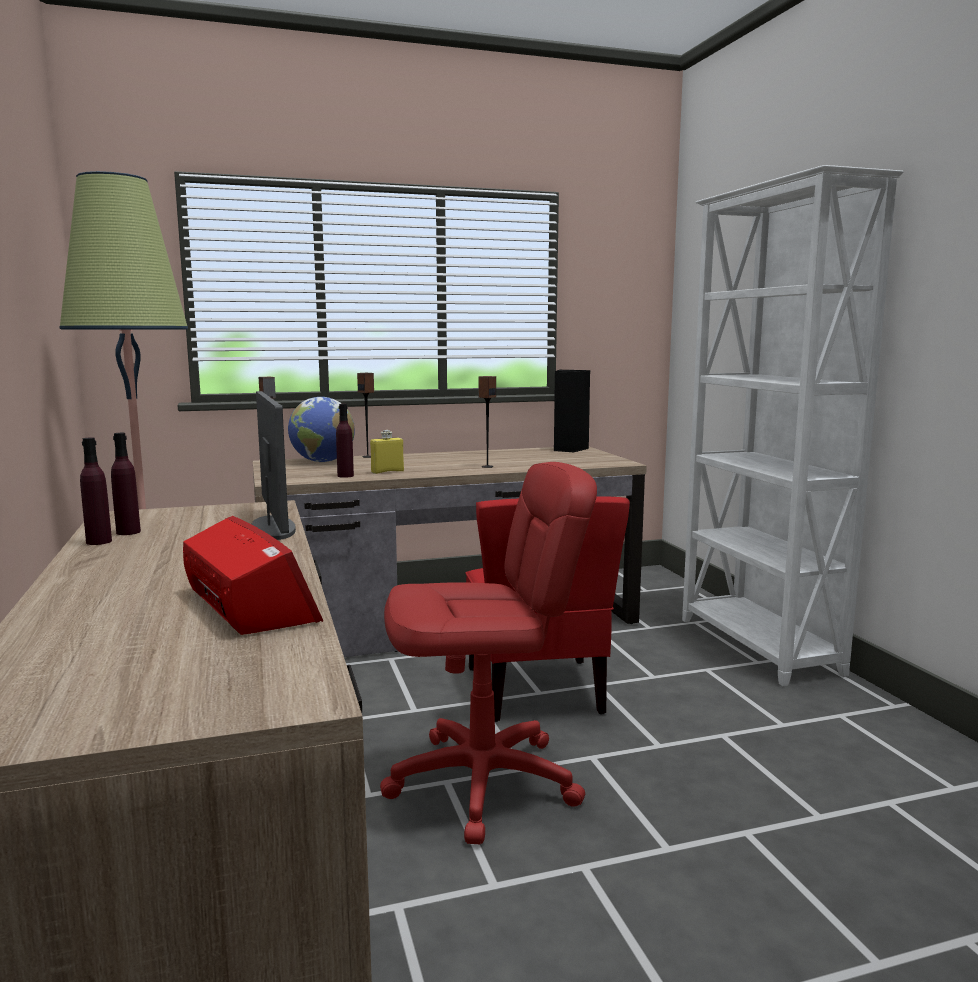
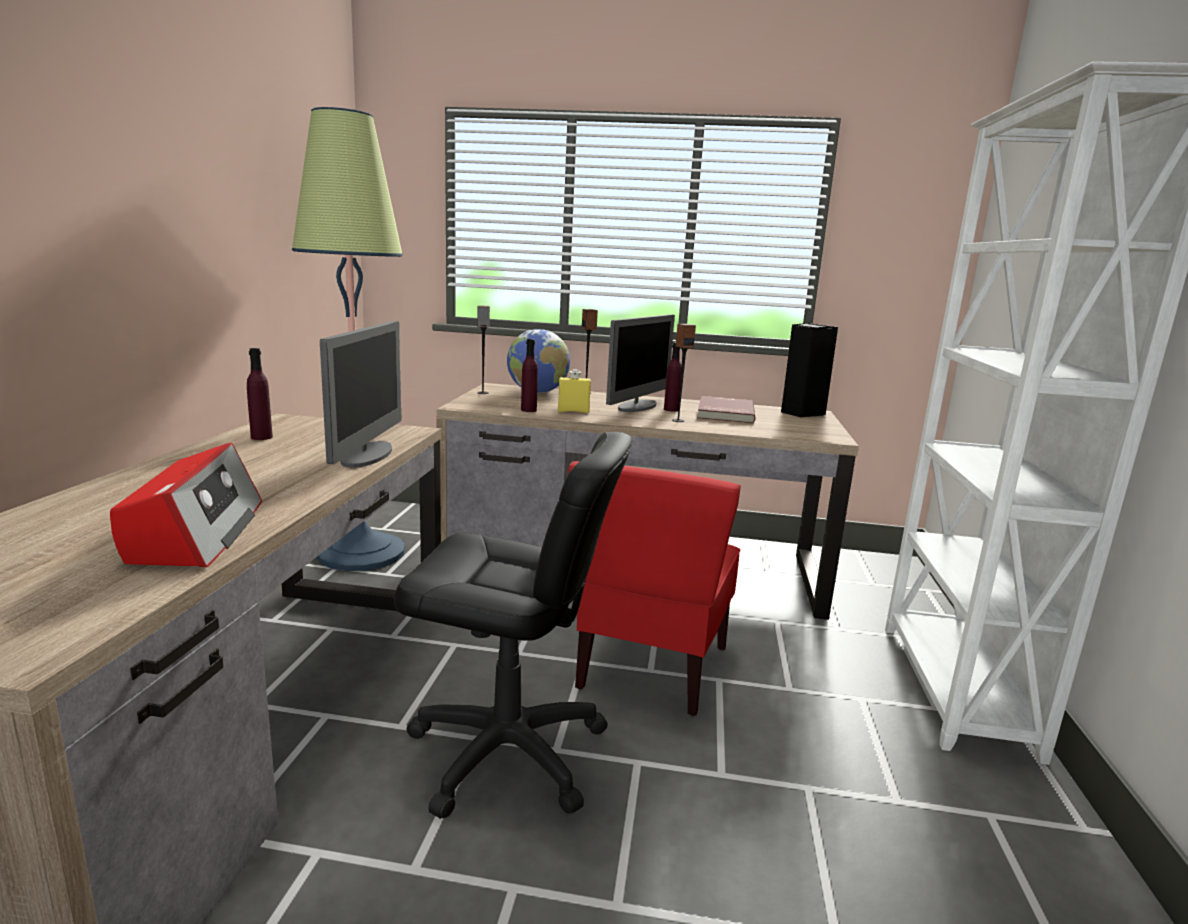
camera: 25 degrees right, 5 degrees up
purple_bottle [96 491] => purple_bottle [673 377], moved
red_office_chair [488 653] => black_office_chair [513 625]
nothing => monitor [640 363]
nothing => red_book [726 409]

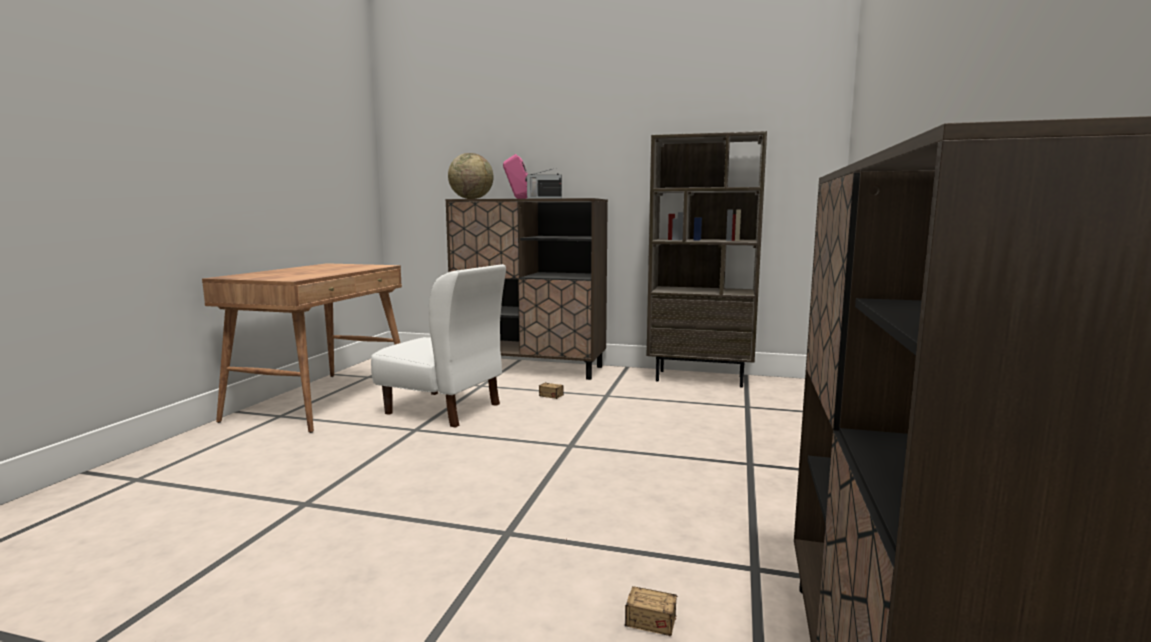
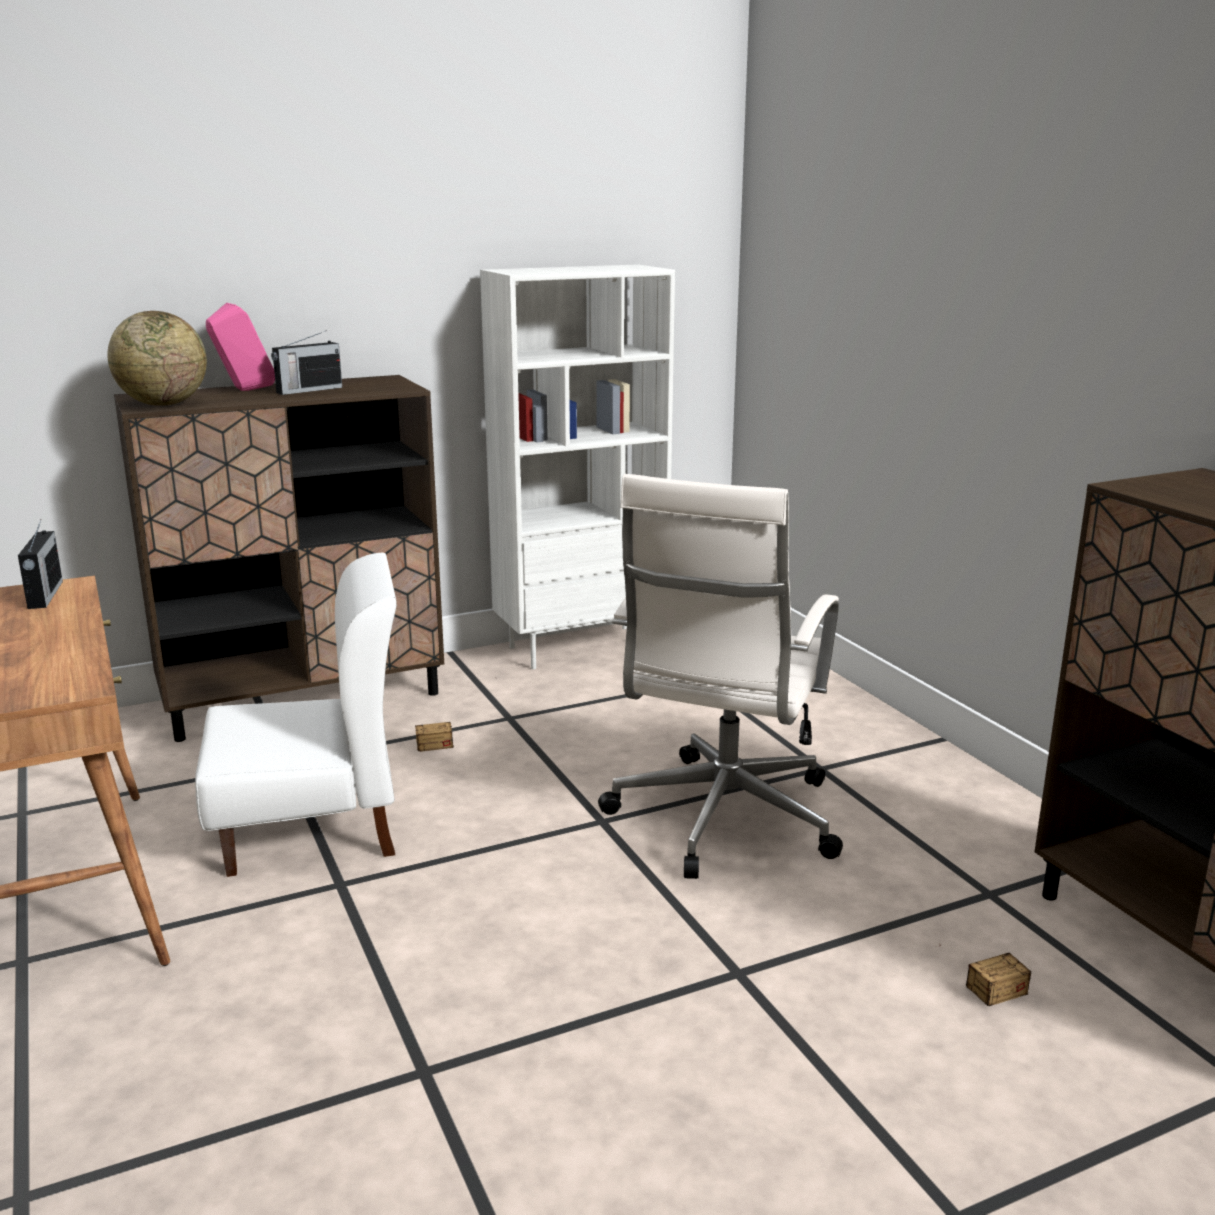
camera: 40 degrees left, 10 degrees up
brown_bookcase [707 259] => white_bookcase [577 466]
nothing => radio [40 564]
nothing => white_office_chair [720 676]

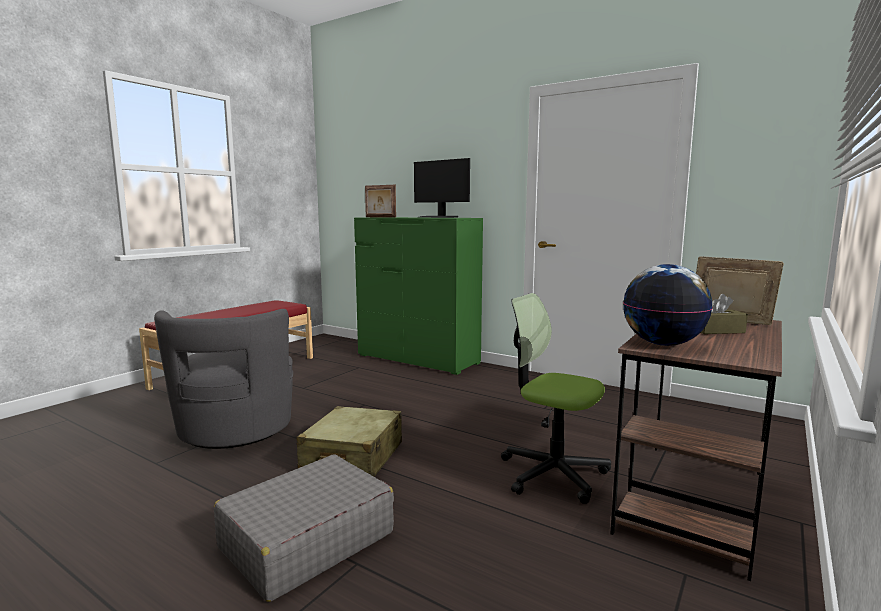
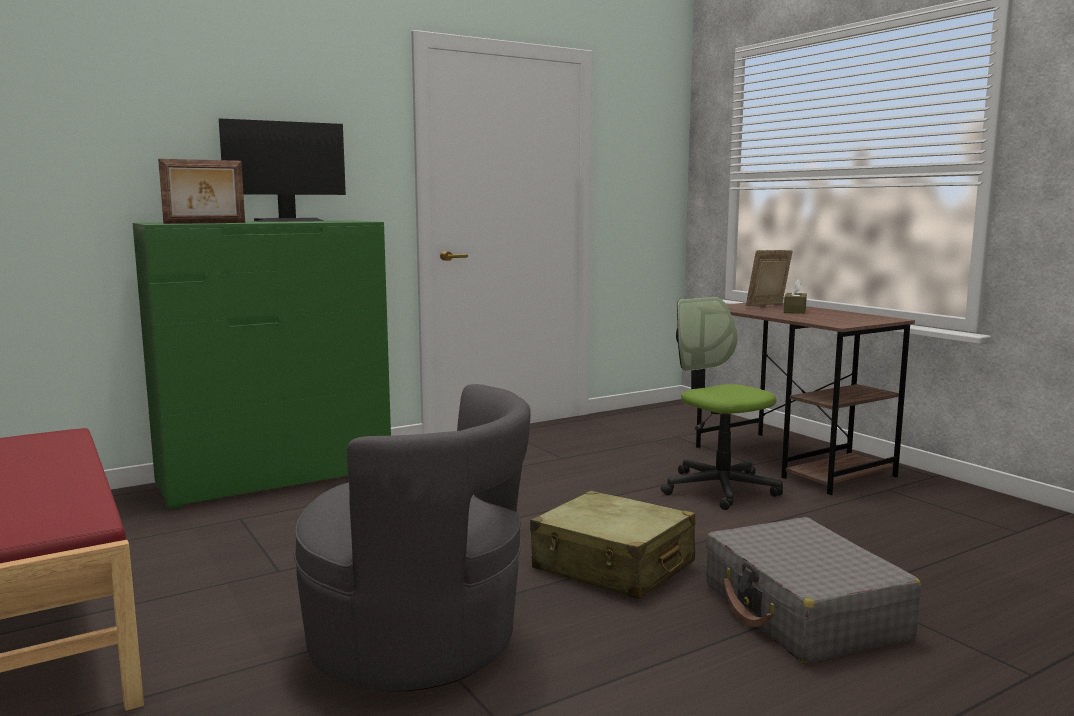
camera: 65 degrees left, 0 degrees up
office_chair [556 398] => office_chair [722 403], 90 degrees clockwise
globe [668 305] => nothing

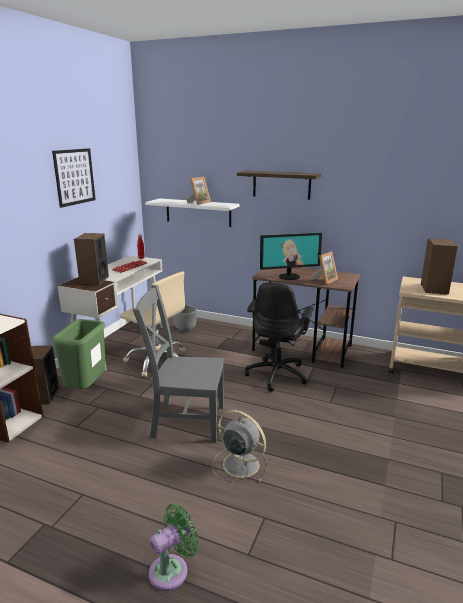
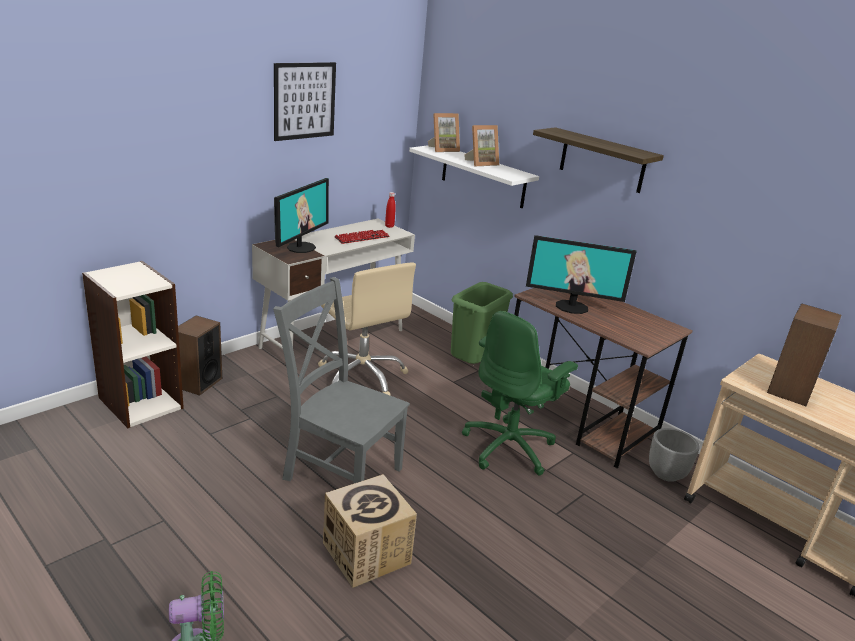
camera: 20 degrees right, 5 degrees up
green_trash_can [78 354] => green_trash_can [482 323], moved
speaker [91 259] => monitor [301 215]
grey_planter [185 318] => grey_planter [674 455], moved
grey_fan [240 446] => cardboard_box [370 531]
black_office_chair [279 337] => green_office_chair [520 393]
picture_frame [324 267] => picture_frame [444 132], moved

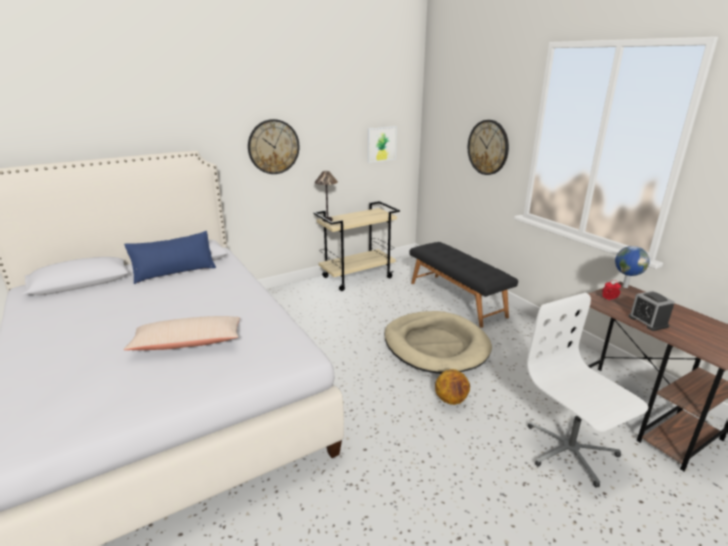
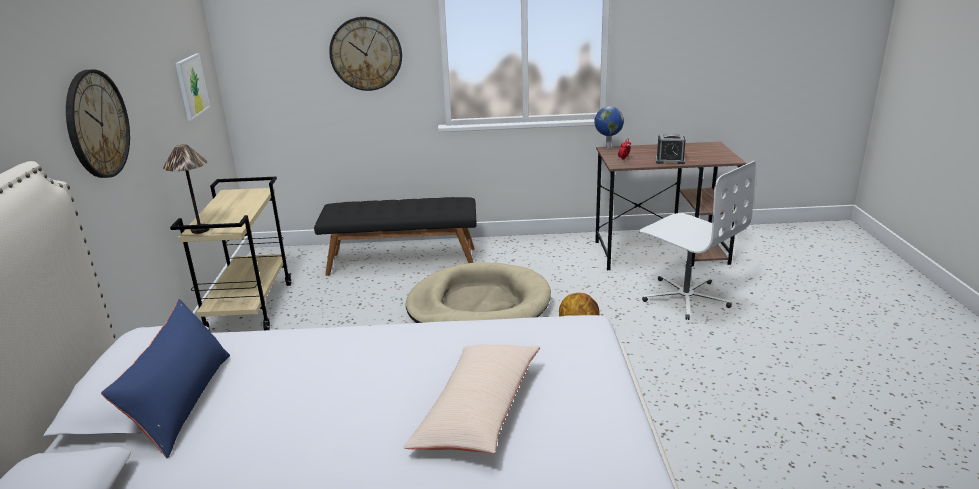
camera: 60 degrees left, 0 degrees up
white_office_chair [587 390] => white_office_chair [697 240], 135 degrees counterclockwise

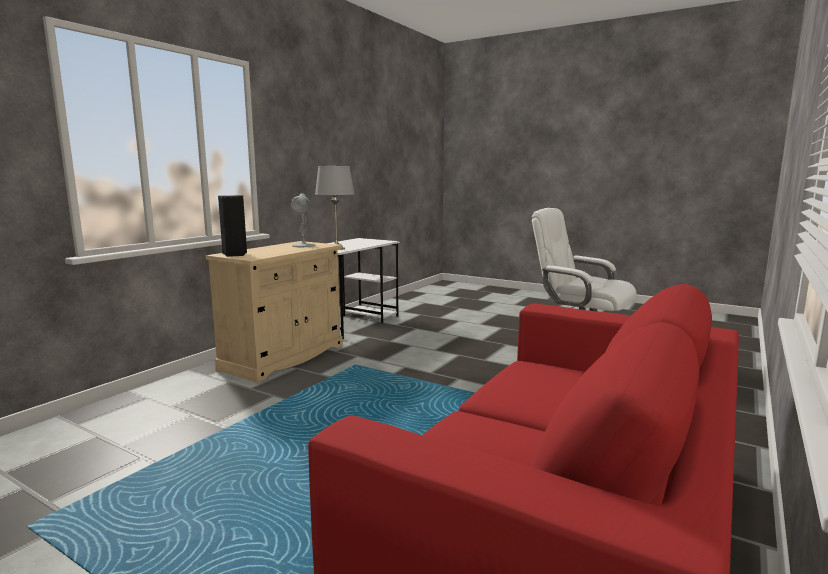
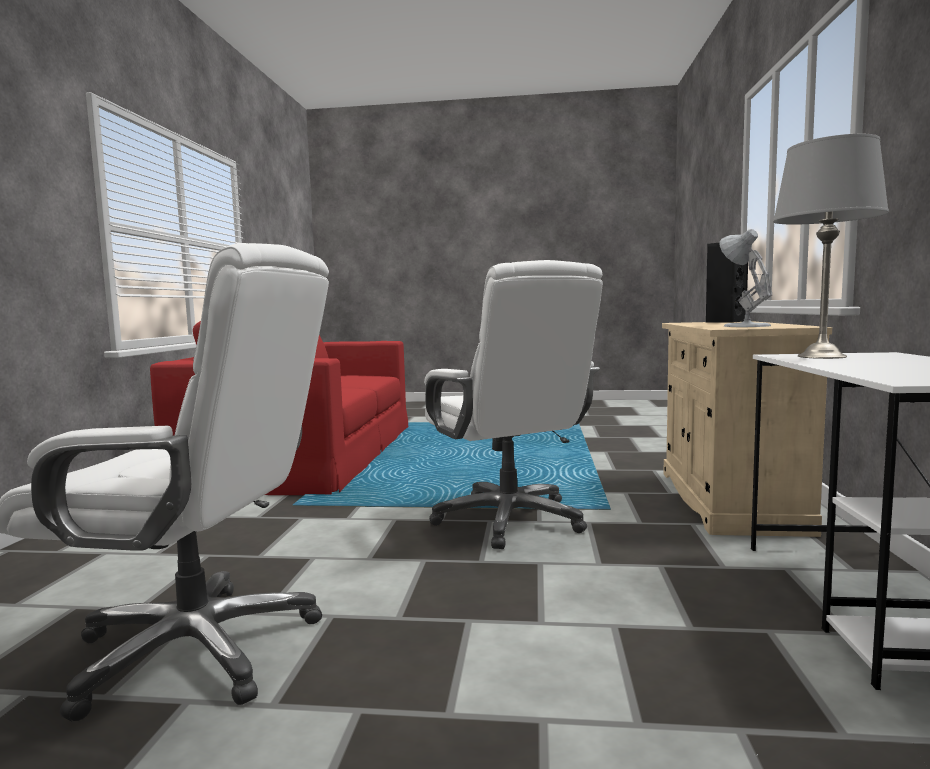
camera: 155 degrees right, 5 degrees down
nothing => white_office_chair [513 404]

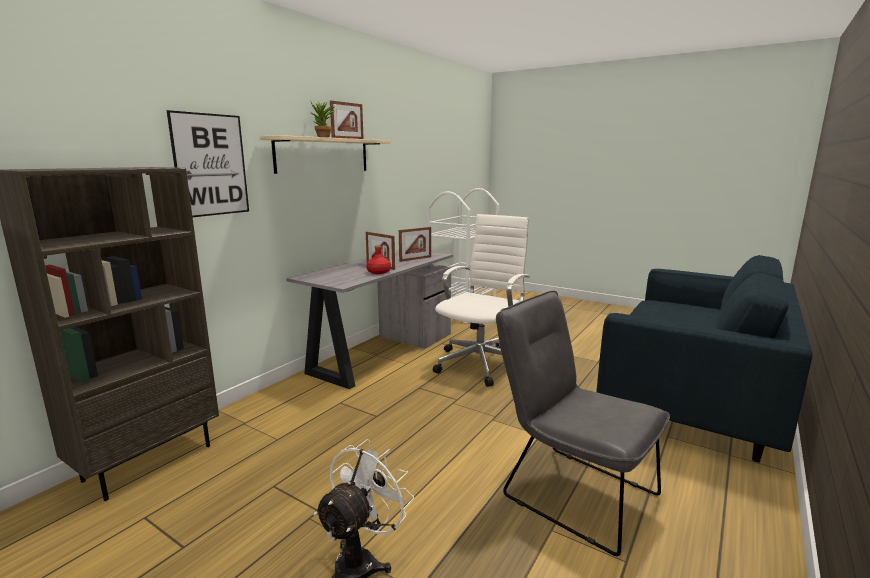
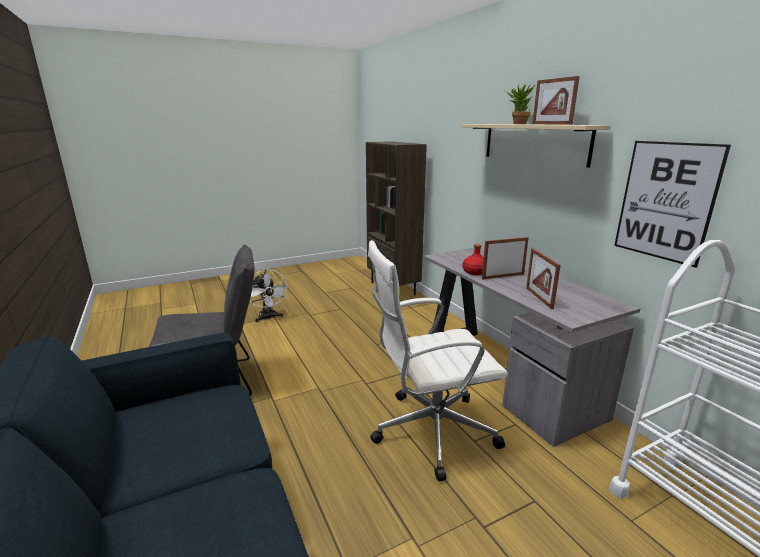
camera: 120 degrees right, 5 degrees up
picture [208 163] => picture [672 204], moved
white_office_chair [481 300] => white_office_chair [438 361], 105 degrees clockwise

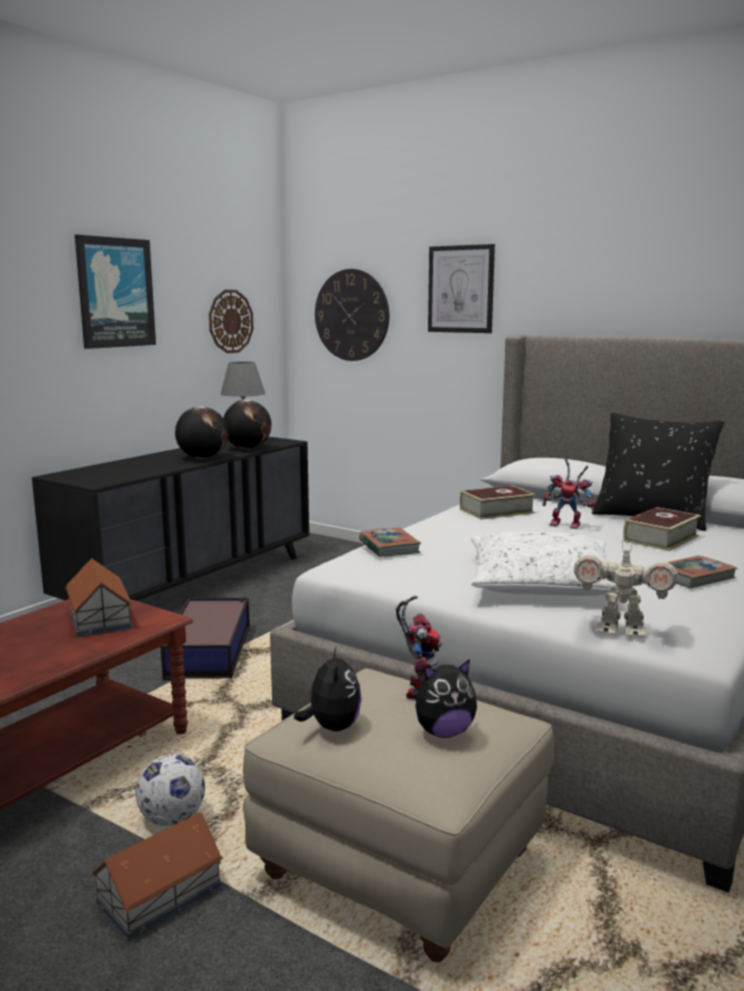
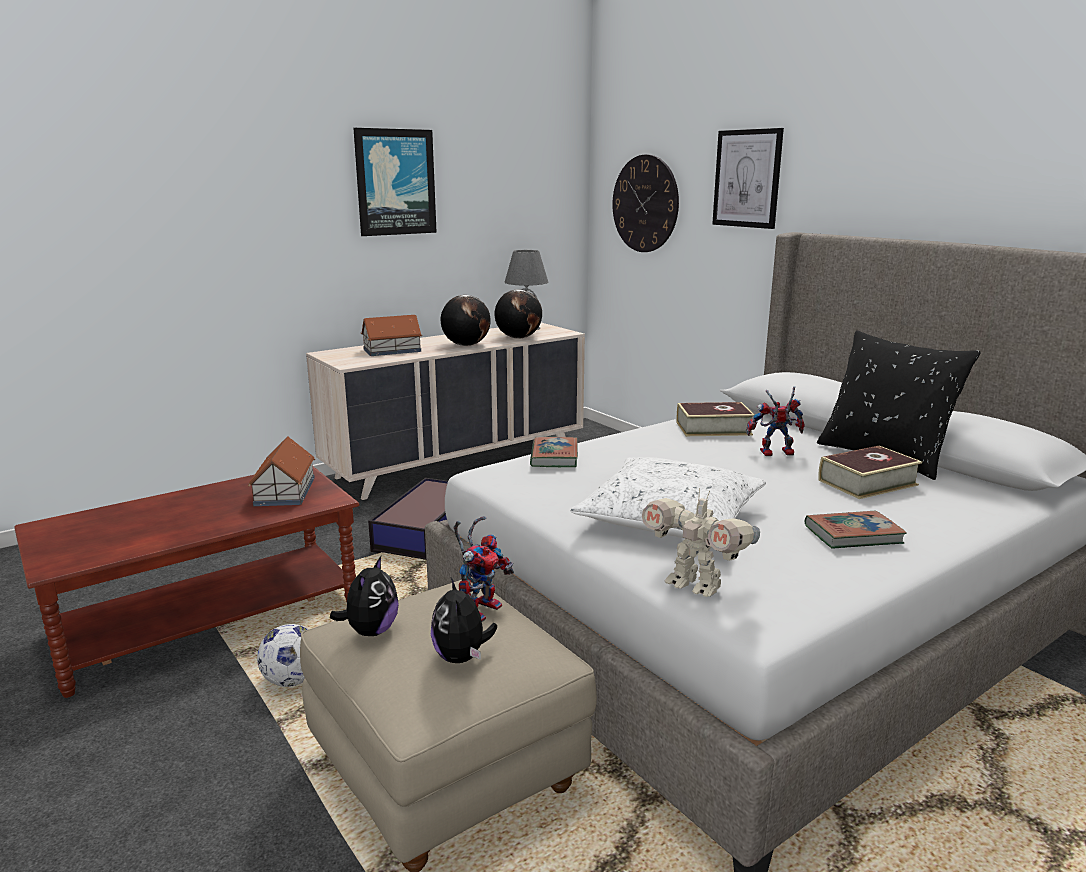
camera: 20 degrees right, 5 degrees up
black_dresser [170 519] => beige_dresser [445 411]
toy_house [156 876] => toy_house [391 335], moved
wall_clock [231 321] => nothing
plush_toy [446 698] => plush_toy [464 620], 75 degrees clockwise
toy_robot [568 493] => toy_robot [775 421], 135 degrees clockwise

